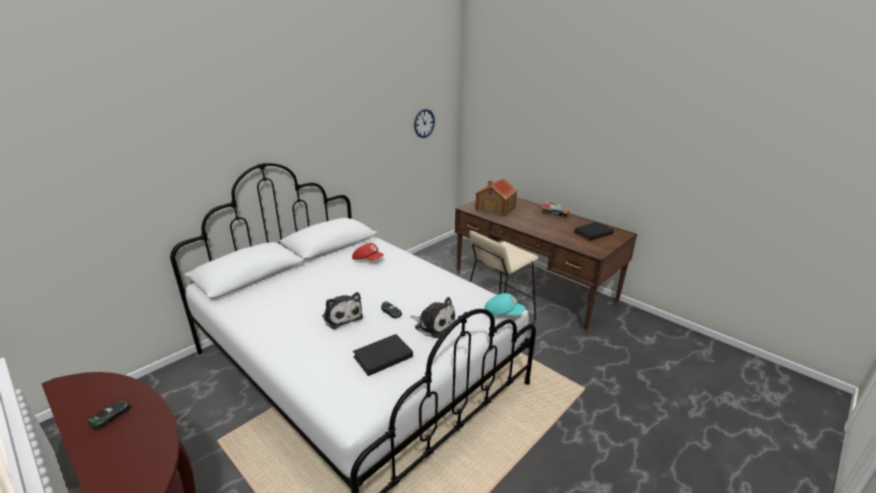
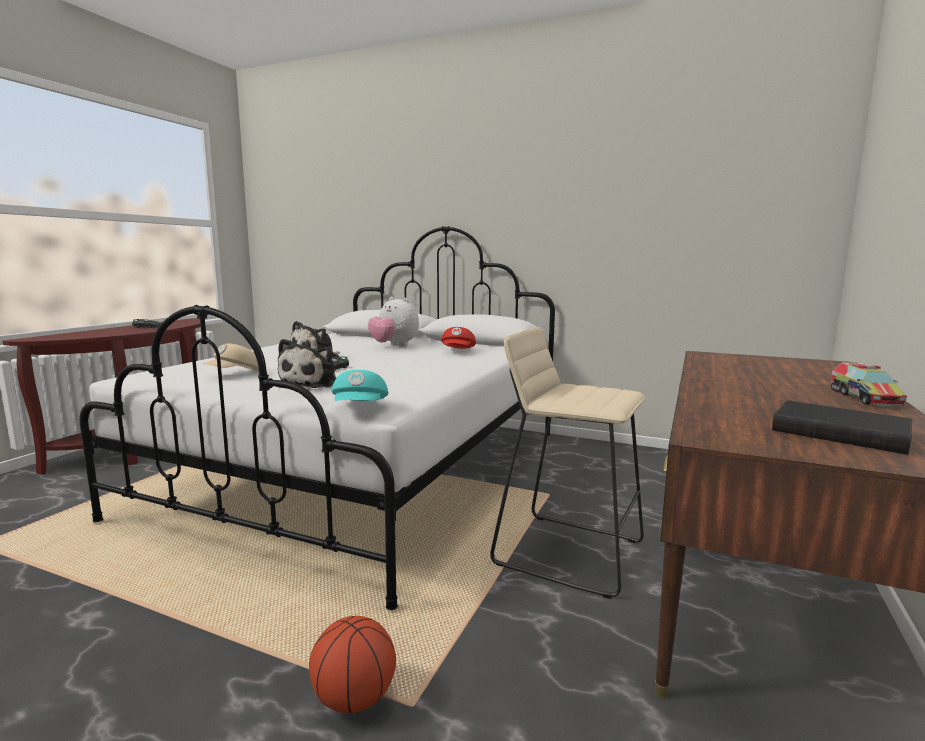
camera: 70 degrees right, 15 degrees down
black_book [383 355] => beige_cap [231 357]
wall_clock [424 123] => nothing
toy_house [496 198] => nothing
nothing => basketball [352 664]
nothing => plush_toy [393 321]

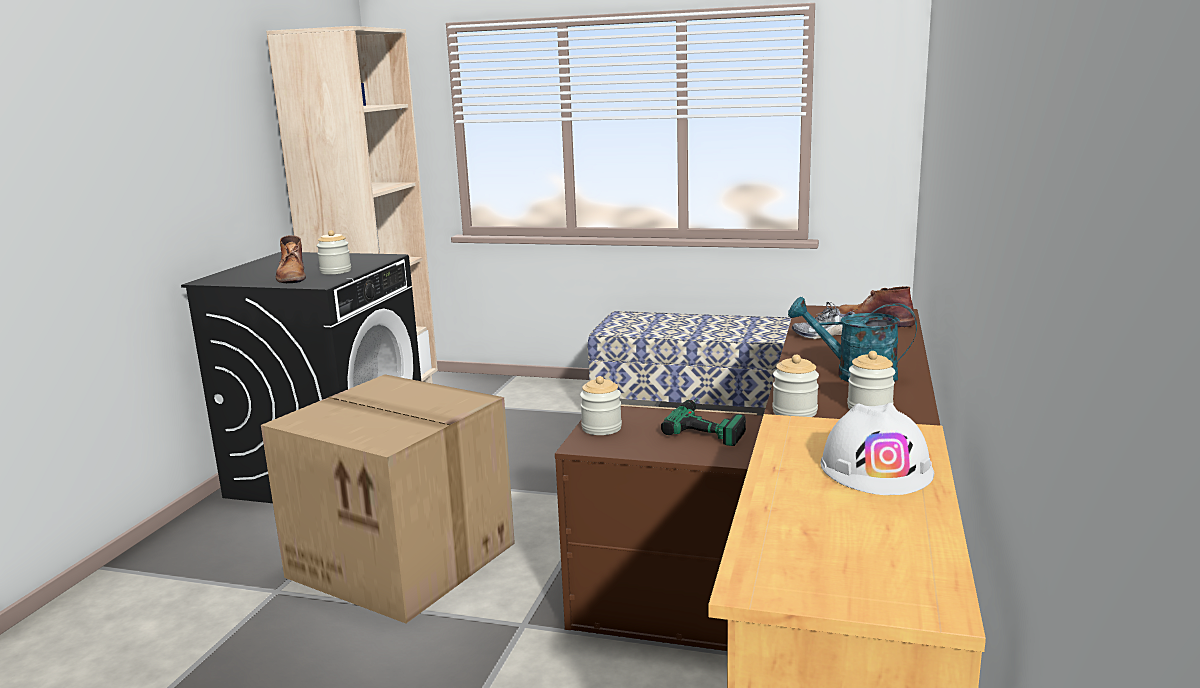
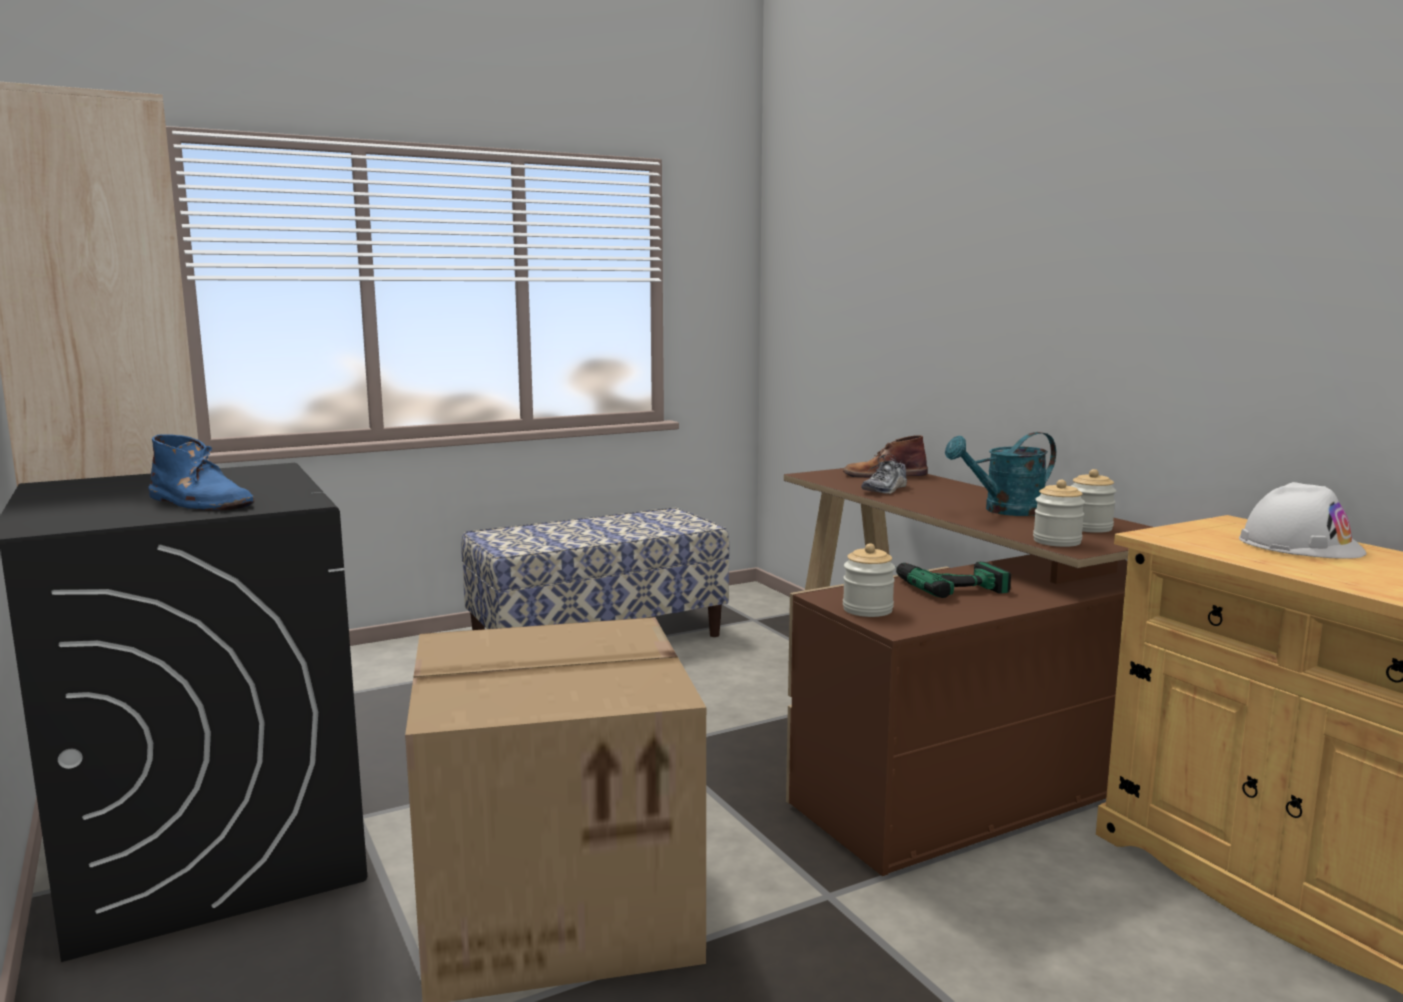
camera: 45 degrees left, 5 degrees down
brown_boot [291 259] => blue_boot [201 472]
jar [333 252] => nothing

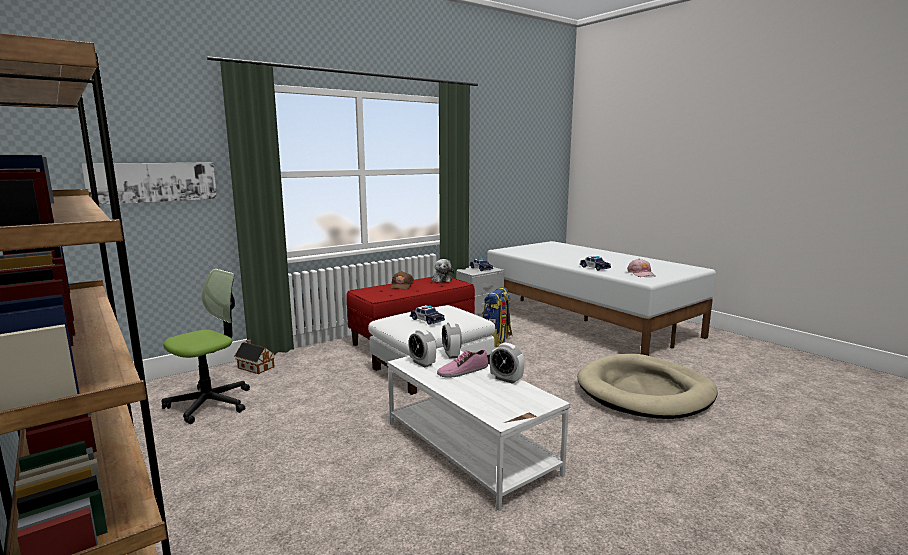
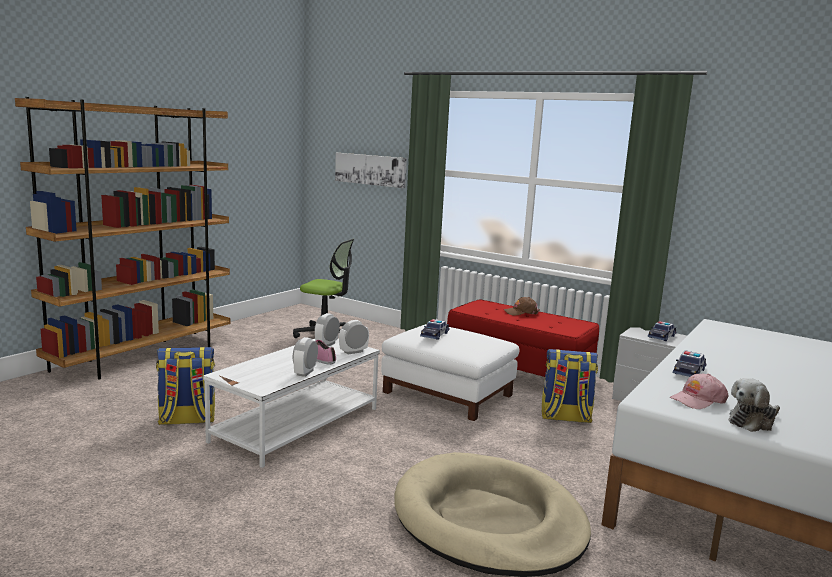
camera: 70 degrees right, 0 degrees up
toy_house [255 356] => nothing
plush_toy [443 271] => plush_toy [754 405], moved
nothing => backpack [185 386]

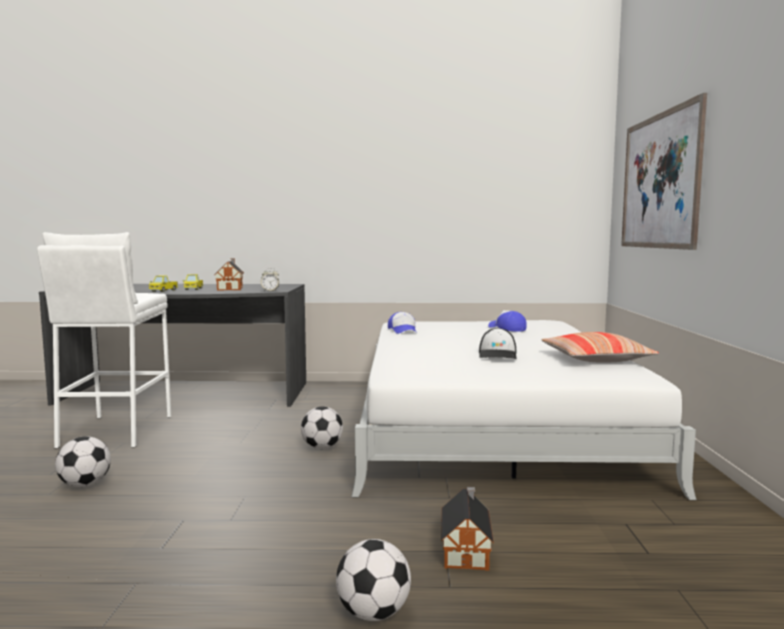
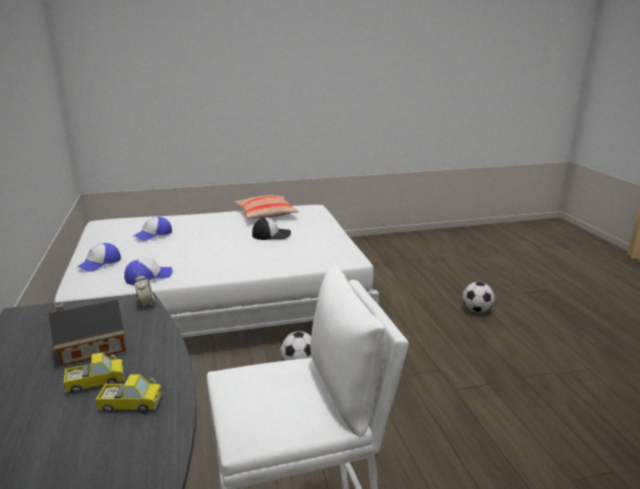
camera: 105 degrees left, 15 degrees up
football [83 461] => nothing
toy_house [467 529] => nothing
picture [664 171] => nothing
nothing => cap [99 257]

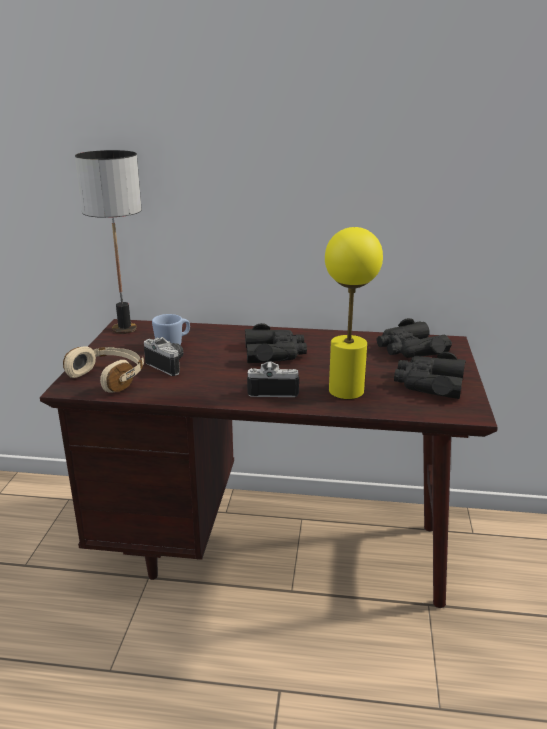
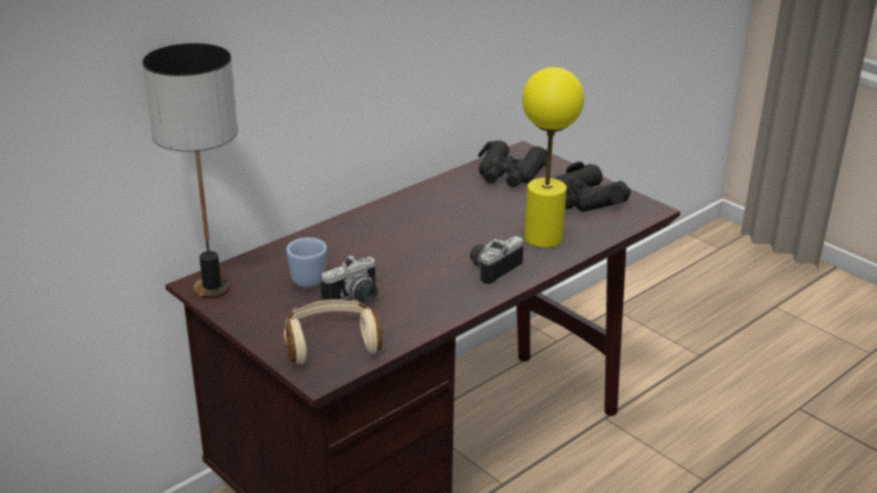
camera: 50 degrees left, 5 degrees up
photo_camera [163 356] => photo_camera [349 279], 150 degrees clockwise
black_binoculars [276 343] => nothing

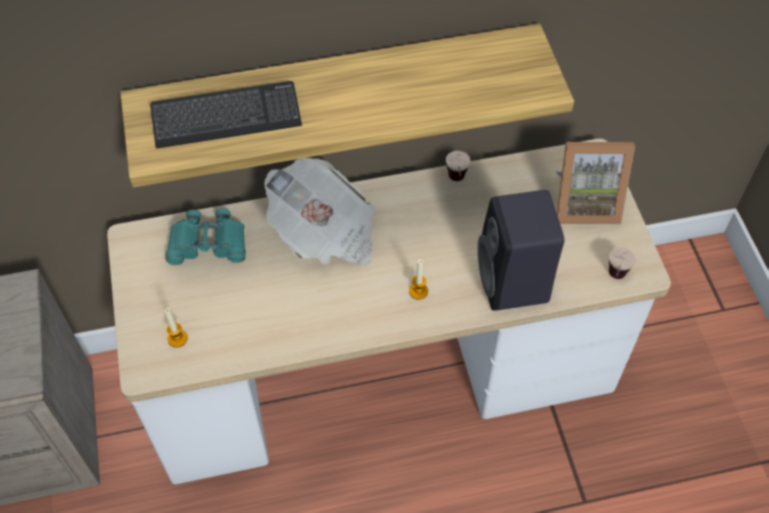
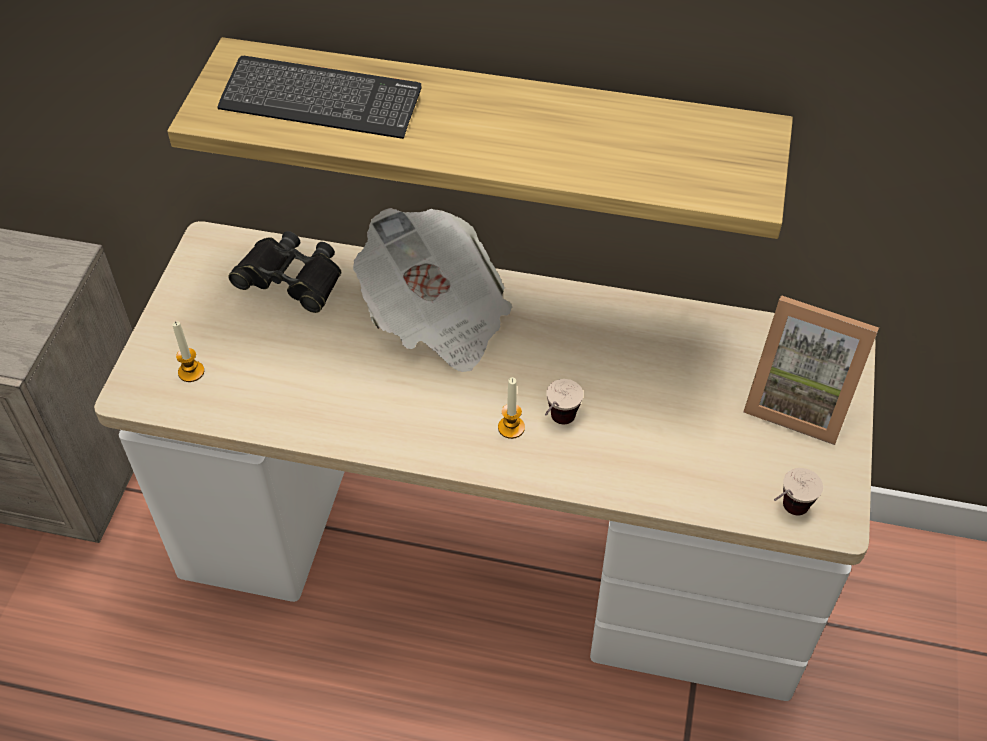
camera: 25 degrees right, 5 degrees down
turquoise_binoculars [206 237] => black_binoculars [284 272]
cup [458 166] => cup [564 401], moved
black_speaker [521 250] => nothing

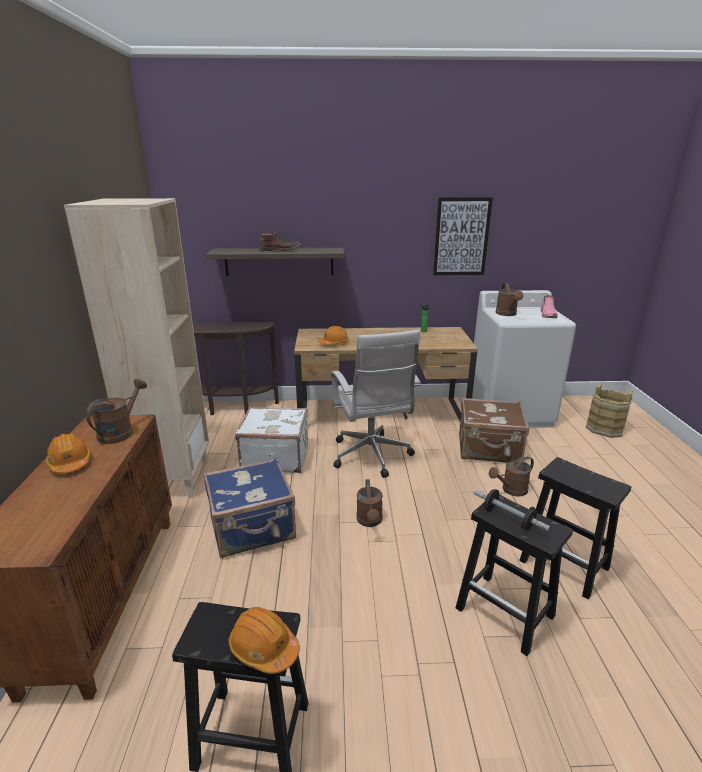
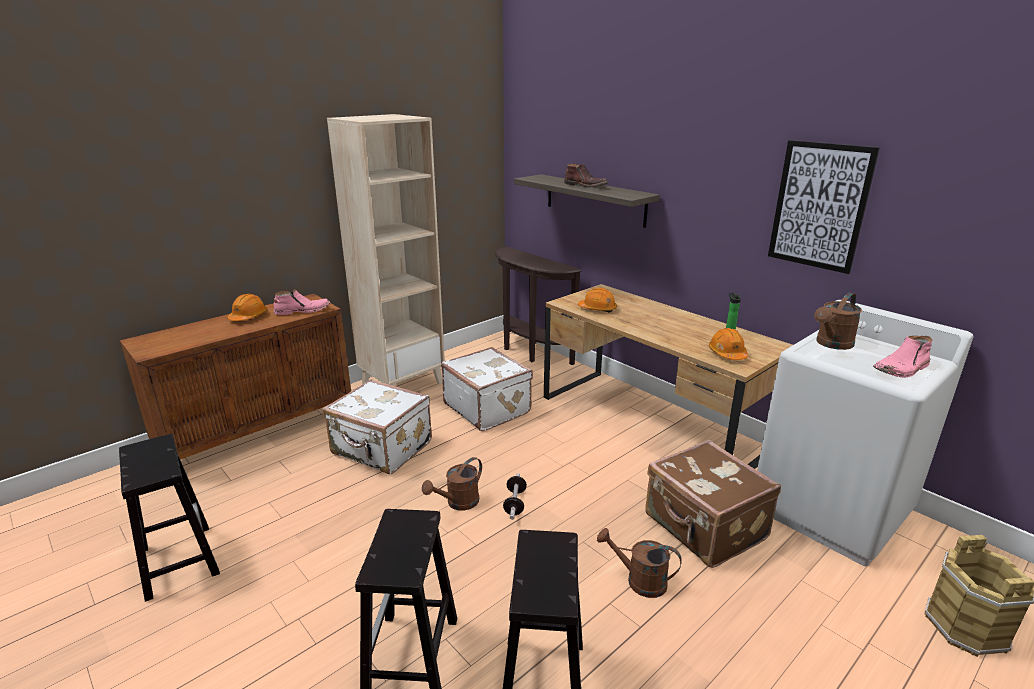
camera: 50 degrees right, 0 degrees up
brown_watering_can [116 411] => pink_boot [302 302]
blue_suitcase [250 508] => white_suitcase [377 426]
orange_hard_hat [264 640] => orange_hard_hat [728 344], moved
white_office_chair [376 404] => nothing
dumbbell [512 510] => dumbbell [515 496], moved

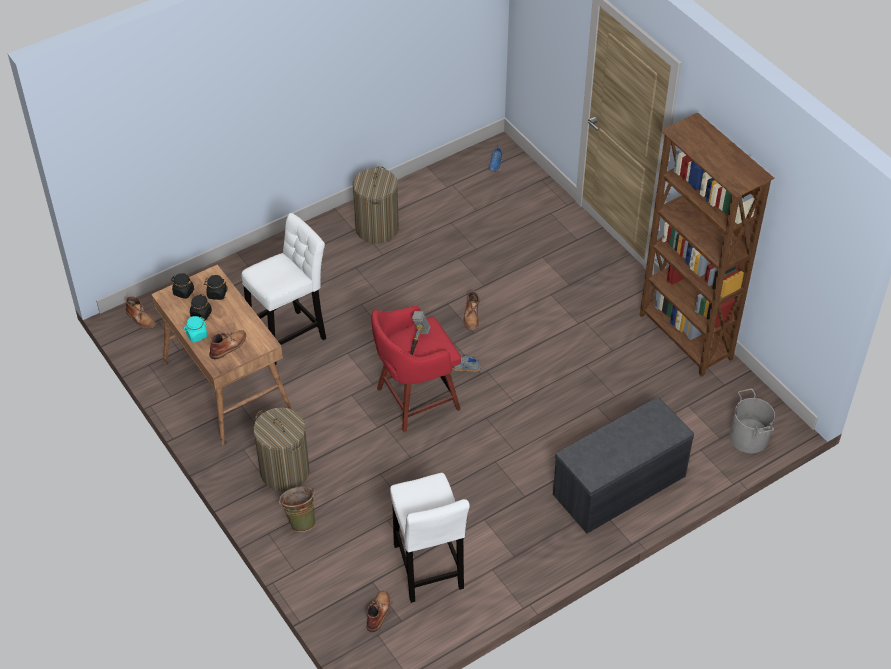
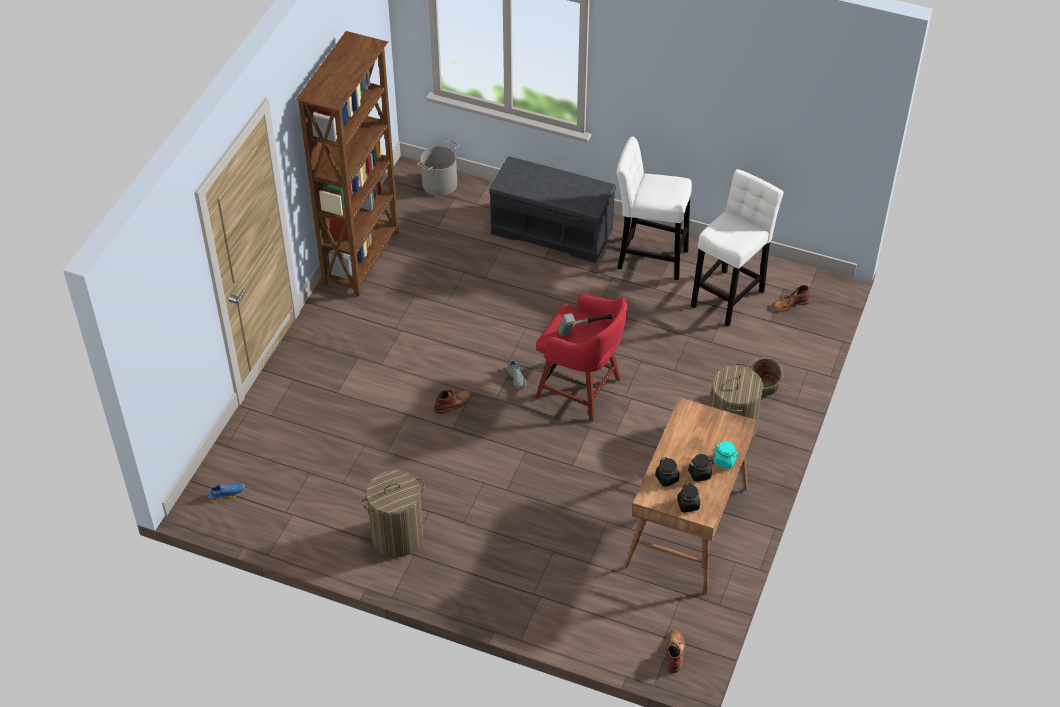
camera: 125 degrees left, 0 degrees up
brown_boot [227 344] => nothing
white_stool [283 289] => white_stool [654 208], moved

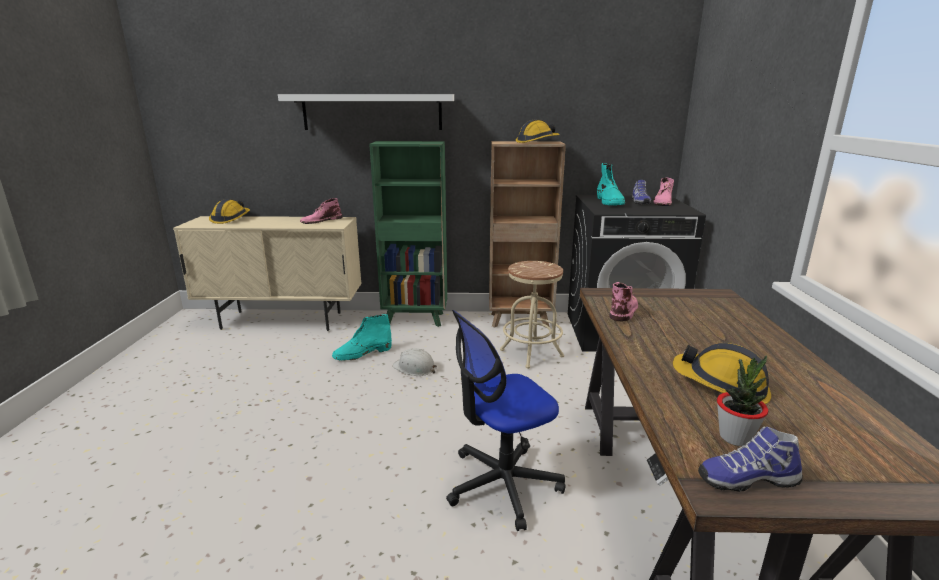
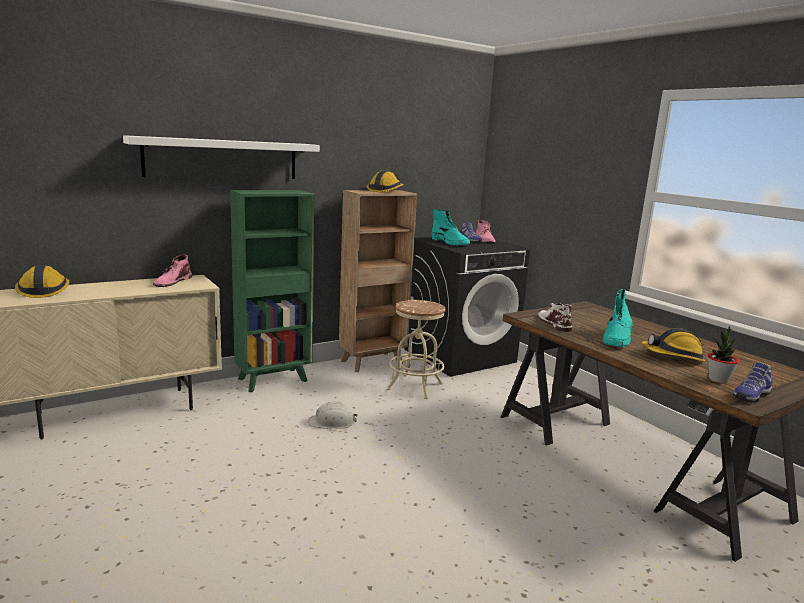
camera: 35 degrees left, 5 degrees down
turquoise_boot [362 337] => turquoise_boot [618 318], moved
office_chair [506 420] => nothing
pink_boot [623 301] => white_boot [555 317]

